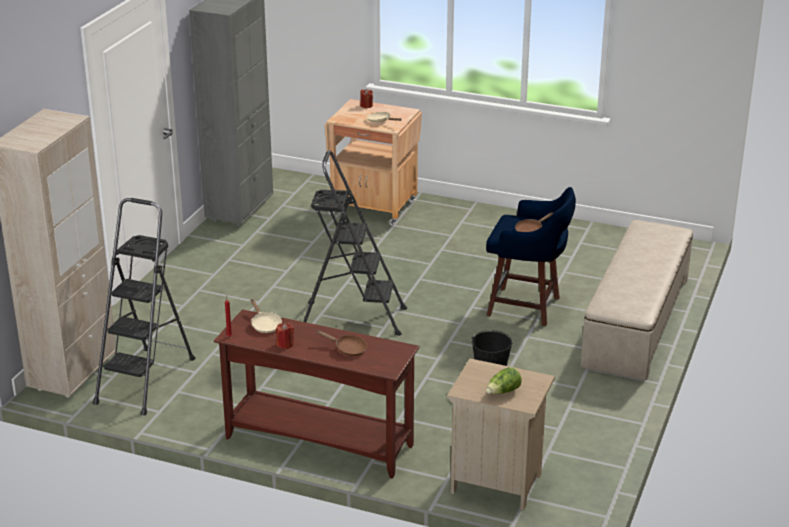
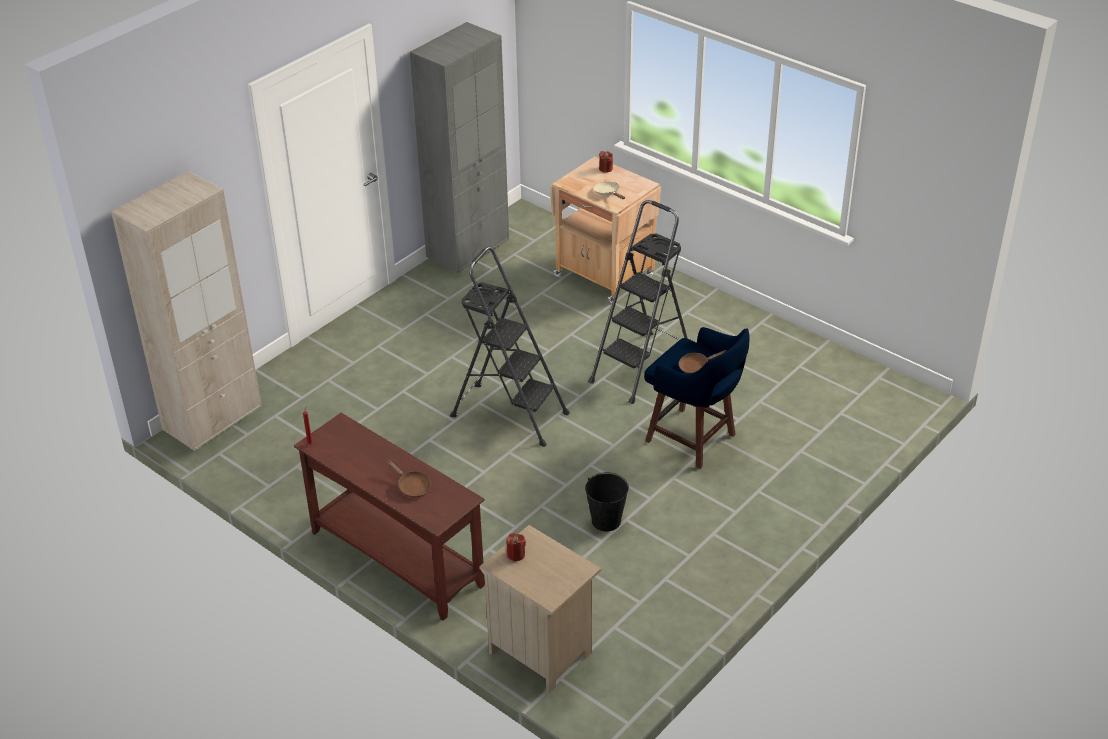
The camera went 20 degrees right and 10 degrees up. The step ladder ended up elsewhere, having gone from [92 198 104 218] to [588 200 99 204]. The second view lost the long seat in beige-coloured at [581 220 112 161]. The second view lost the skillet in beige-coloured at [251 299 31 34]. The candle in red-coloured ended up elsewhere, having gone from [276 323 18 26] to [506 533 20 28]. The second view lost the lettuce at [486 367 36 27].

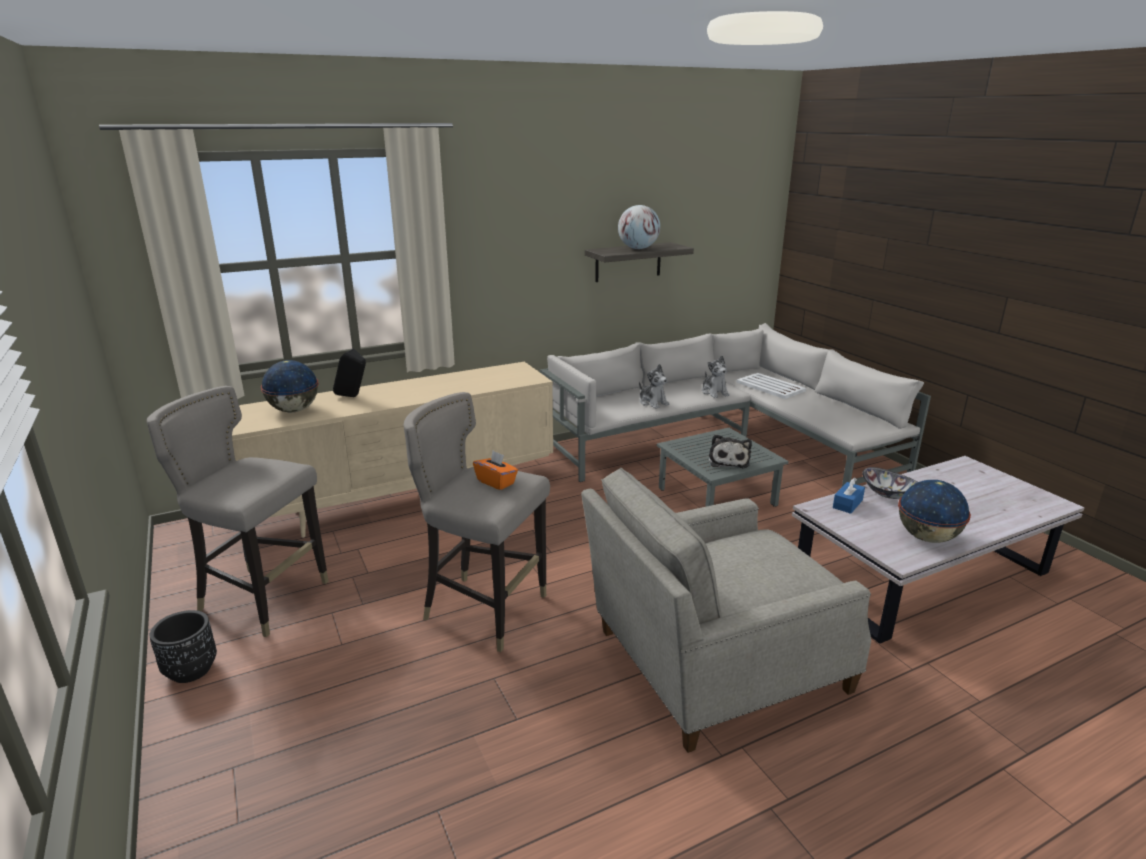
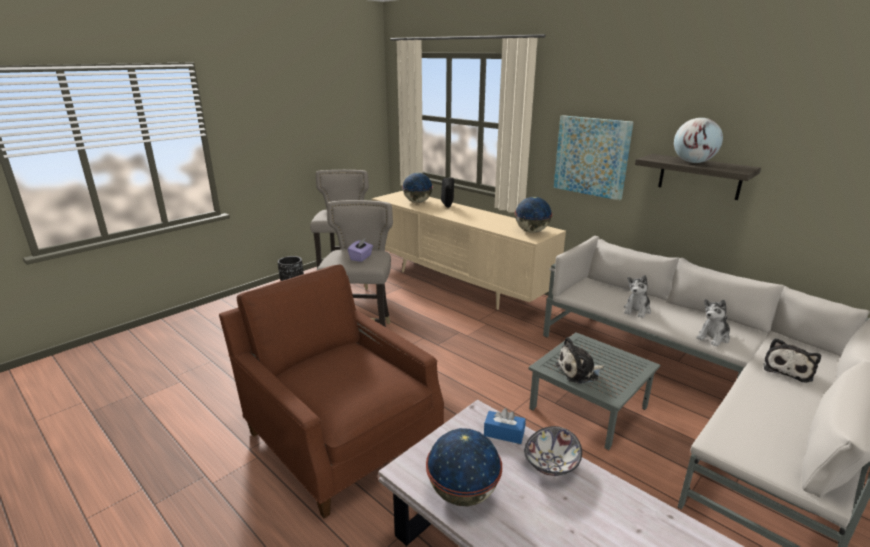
The camera went 70 degrees right and 0 degrees up. Where the serving tray in whitish stood at [736 373 70 26], the soft toy came to stand at [763 338 58 45]. What was the tissue holder in orangey at [473 451 45 39] turned into the tissue holder in purple-coloured at [348 239 25 23]. What was the lounge chair in grey at [581 467 290 286] turned into the lounge chair in brown at [219 265 225 253]. The second view gained the wall picture at [554 115 79 85]. The second view gained the world globe at [515 197 37 36].

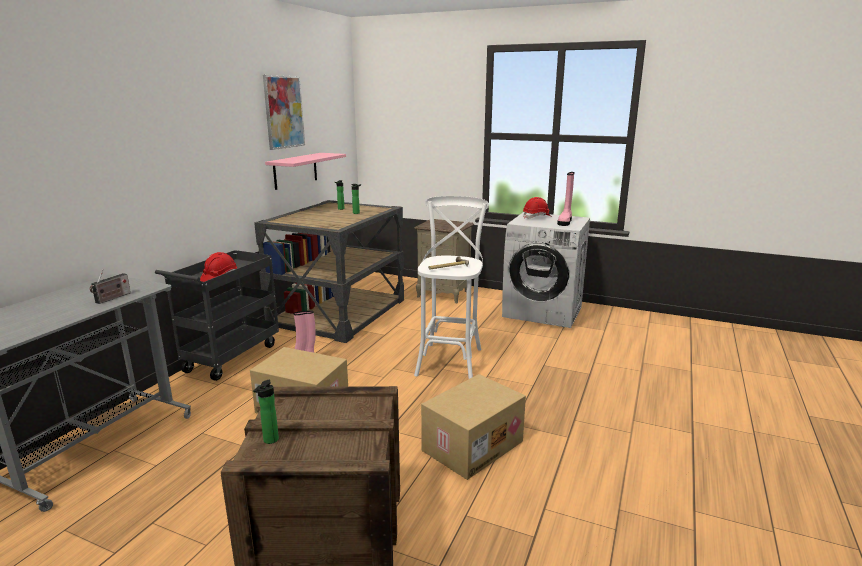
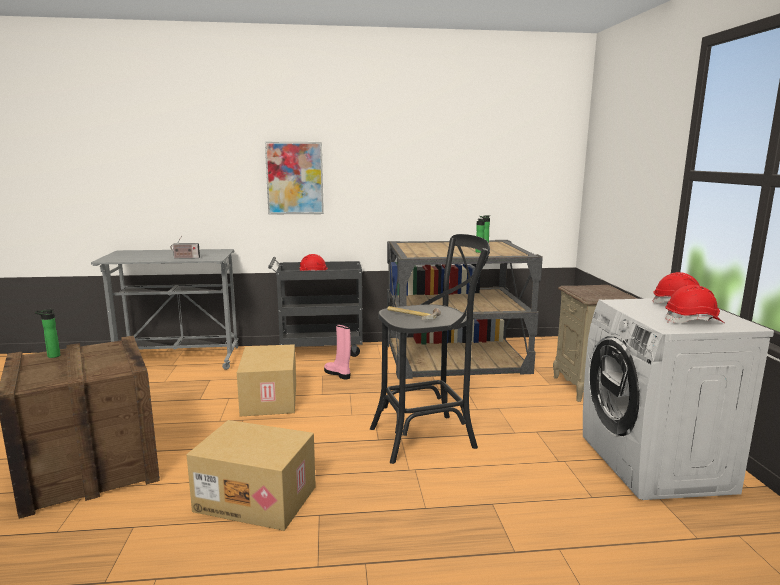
The camera went 60 degrees right and 5 degrees down. The wall picture ended up elsewhere, having gone from [263 75 42 75] to [265 142 59 72]. The second view lost the bracket shelf in pink at [265 153 81 37]. Where the tall boot in pink stood at [557 172 17 54], the safety helmet in red-coloured came to stand at [665 285 59 38]. What was the stool in whitish at [414 196 75 183] turned into the stool in black at [370 234 120 230].

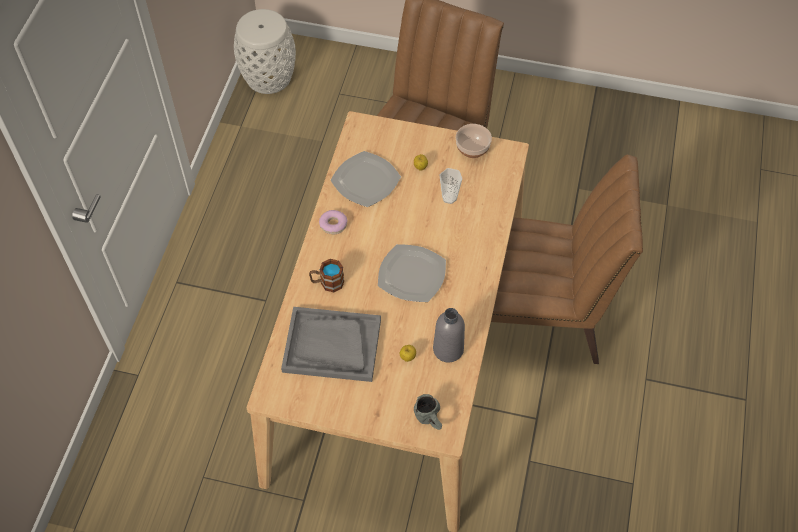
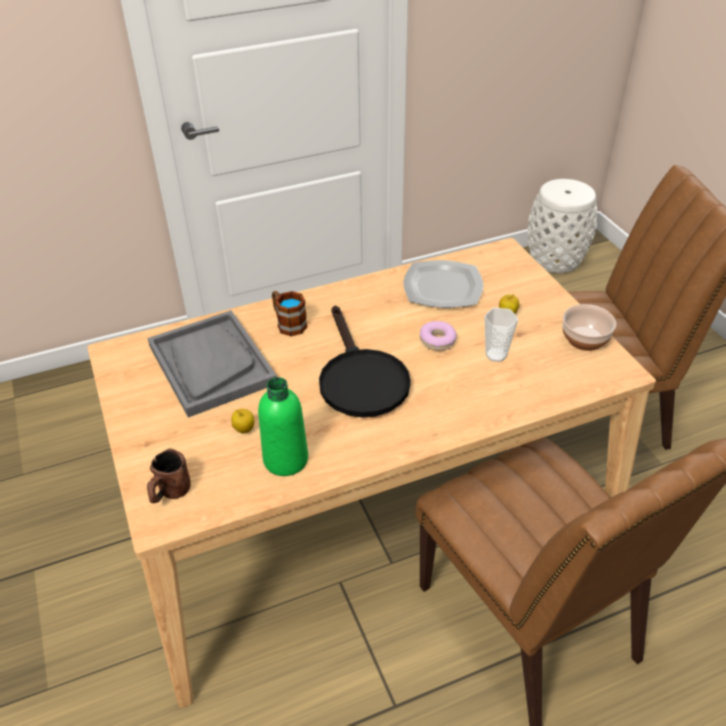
The camera went 55 degrees right and 15 degrees down. The donut ended up elsewhere, having gone from [319 210 29 24] to [420 321 37 30]. Where the dinner plate stood at [378 244 68 58], the skillet in black came to stand at [319 306 92 112]. What was the bottle in grey at [433 308 32 55] turned into the bottle in greenish at [258 377 50 99]. What was the mug in grey at [414 394 28 36] turned into the mug in brown at [147 448 44 55].

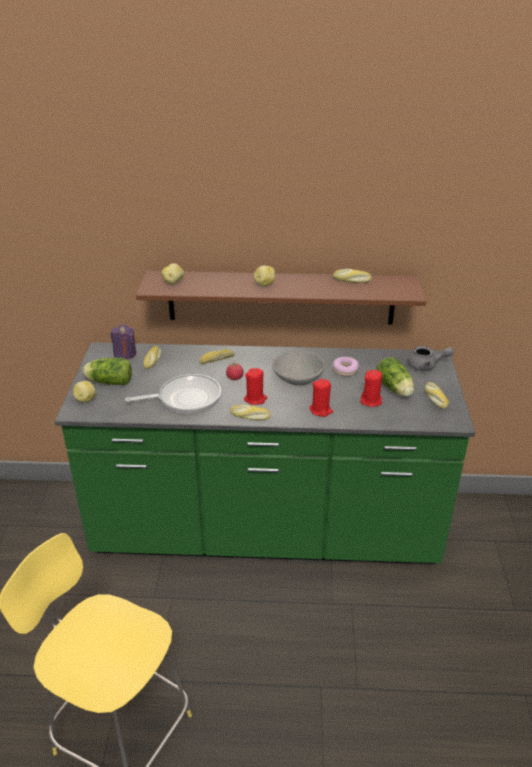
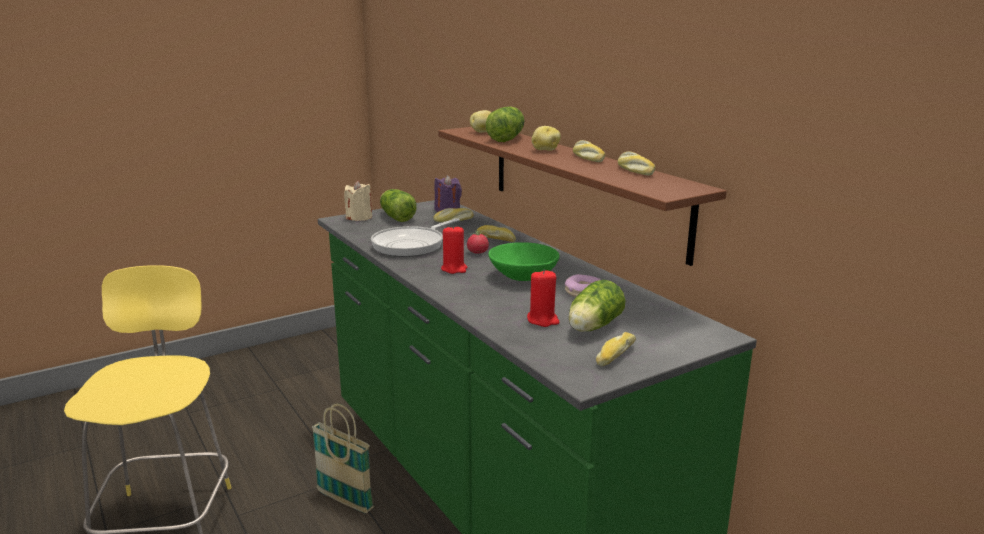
The camera went 55 degrees right and 15 degrees down. The second view lost the pot for tea in grey at [407 346 47 25]. What was the serving bowl in grey at [272 350 53 35] turned into the serving bowl in greenish at [488 242 72 39]. The skillet at [125 374 96 41] ended up facing another way, 90 degrees clockwise from before. The second view lost the candle in red-coloured at [310 379 23 38]. Where the potato stood at [73 381 23 22], the candle in beige-coloured came to stand at [344 180 28 41]. The bakery bread ended up elsewhere, having gone from [230 405 40 15] to [573 140 32 22]. The second view gained the lettuce at [486 106 39 36]. The second view gained the basket at [312 404 62 109].

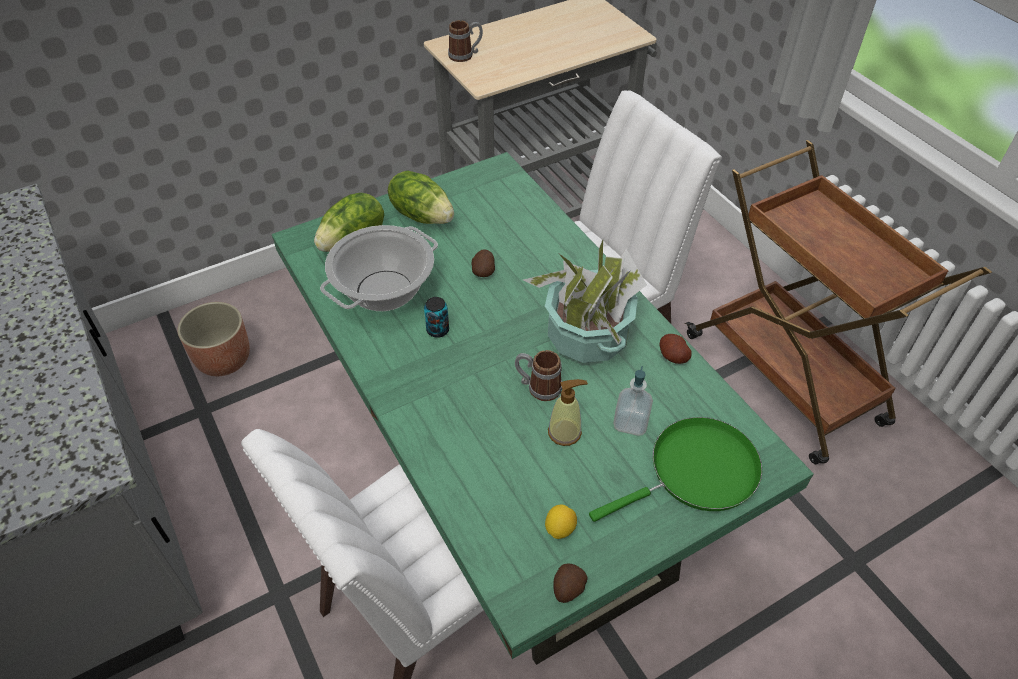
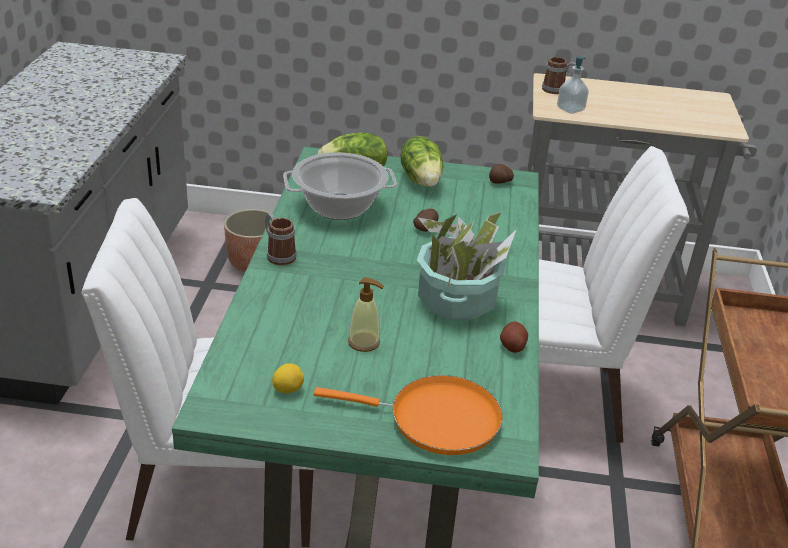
The camera went 35 degrees right and 15 degrees down. The second view lost the can at [424 297 25 41]. The mug ended up elsewhere, having gone from [515 350 47 51] to [265 213 32 52]. The liquid soap bottle ended up elsewhere, having gone from [613 366 40 70] to [557 56 32 58]. What was the skillet in greenish at [589 417 173 105] turned into the skillet in orangey at [314 375 189 80]. The potato ended up elsewhere, having gone from [553 563 35 40] to [489 164 25 19].

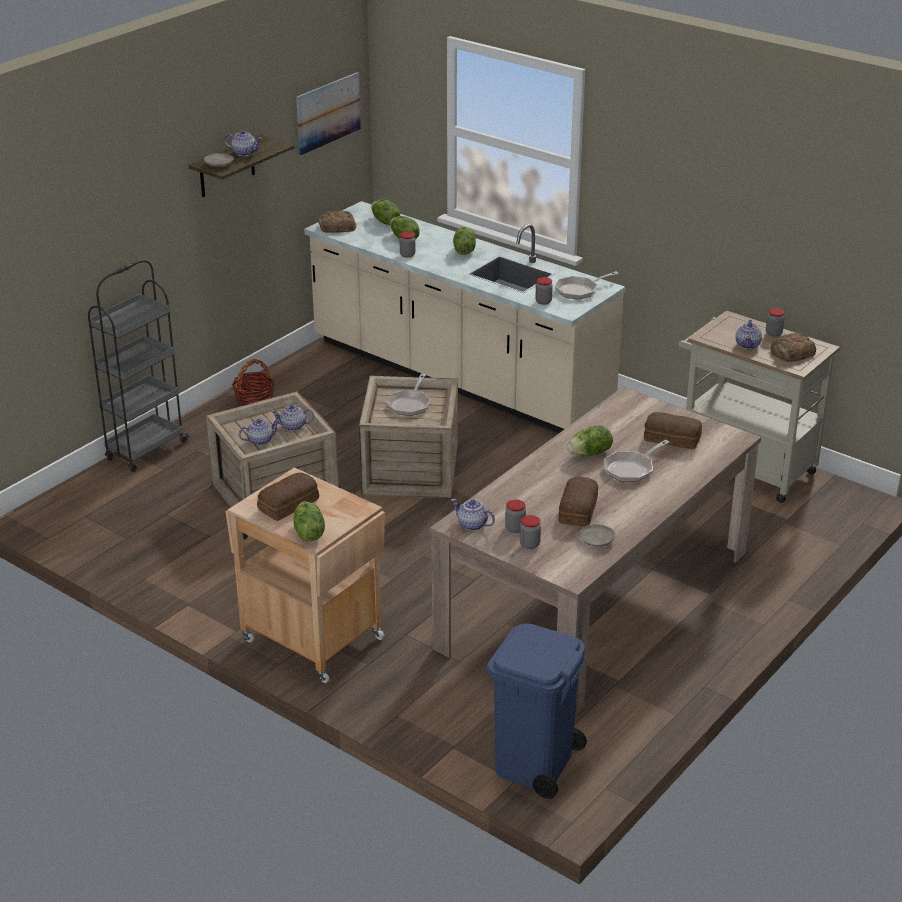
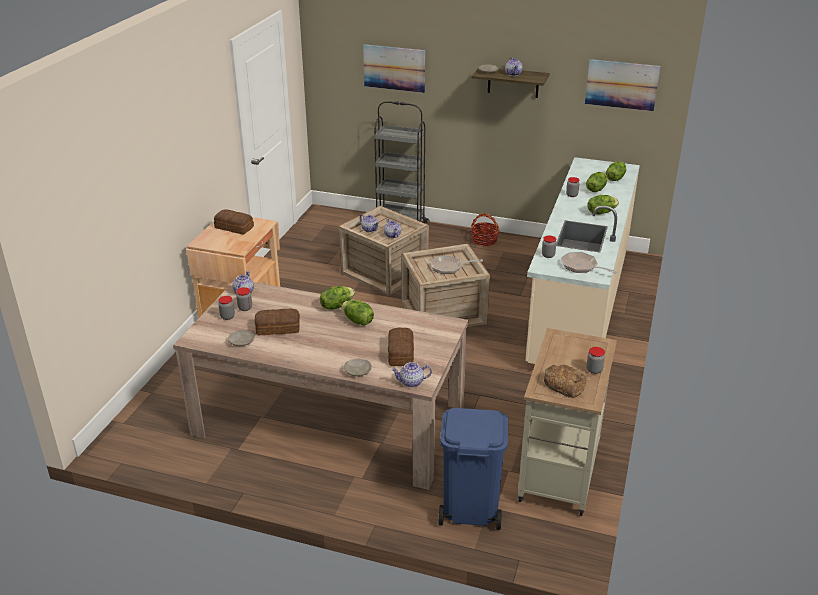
The camera went 70 degrees right and 0 degrees up. The second view lost the bakery bread at [318 211 39 22]. The pot for tea ended up elsewhere, having gone from [736 320 26 29] to [391 362 41 25]. The second view lost the skillet at [604 440 65 42]. The lettuce ended up elsewhere, having gone from [294 501 31 41] to [320 286 35 24]. The waste bin in blue ended up elsewhere, having gone from [487 623 100 176] to [438 408 70 122]. The second view gained the wall picture at [363 44 62 49]. The second view gained the dinner plate in beige-coloured at [344 358 28 18].

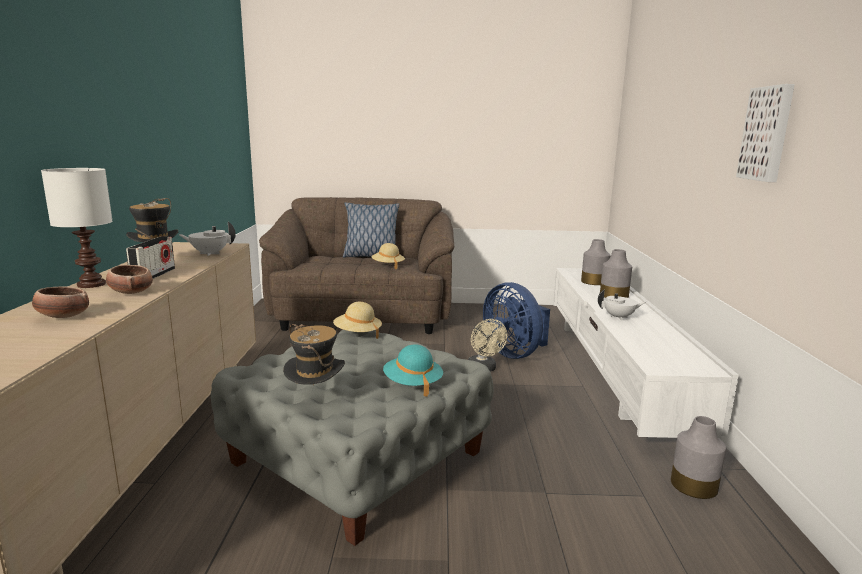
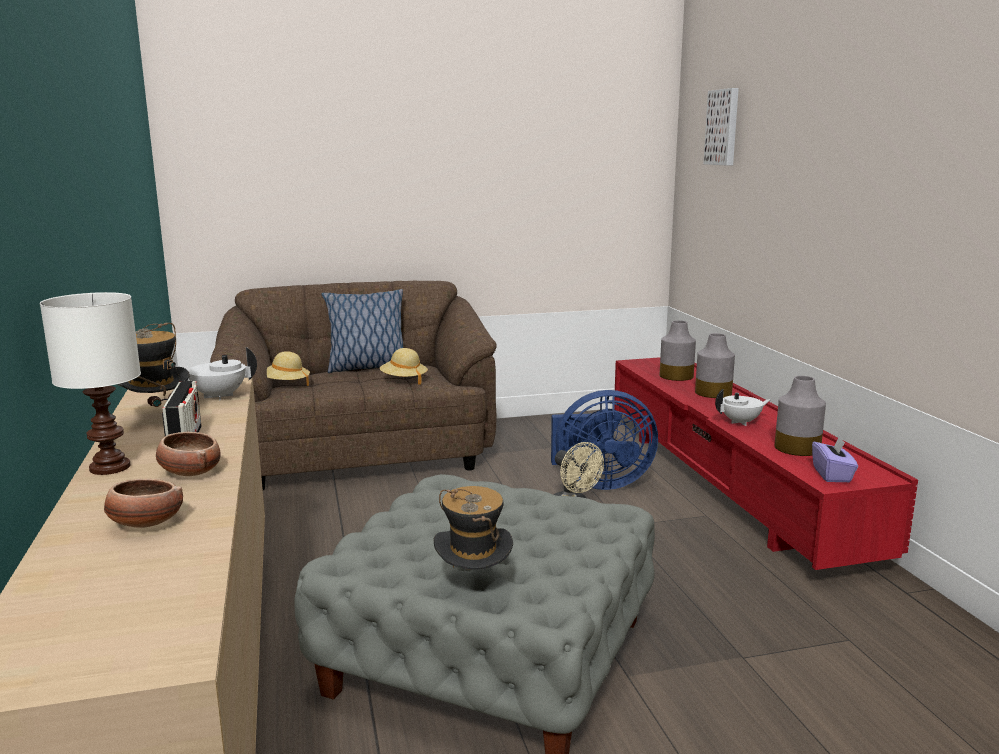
The camera went 15 degrees left and 0 degrees up. The wall picture ended up elsewhere, having gone from [736 84 59 98] to [703 88 36 77]. What was the tv unit in whitish at [553 268 186 171] turned into the tv unit in red-coloured at [614 357 304 213]. The fan in blue at [483 282 67 77] ended up facing another way, 45 degrees counterclockwise from before. The wearable hat in beige-coloured ended up elsewhere, having gone from [333 302 49 37] to [267 351 43 35]. The second view lost the wearable hat in turquoise-coloured at [383 344 60 53]. The flower vase in grey ended up elsewhere, having gone from [671 416 55 83] to [774 376 52 80]. The second view gained the tissue holder in purple-coloured at [812 435 46 47].

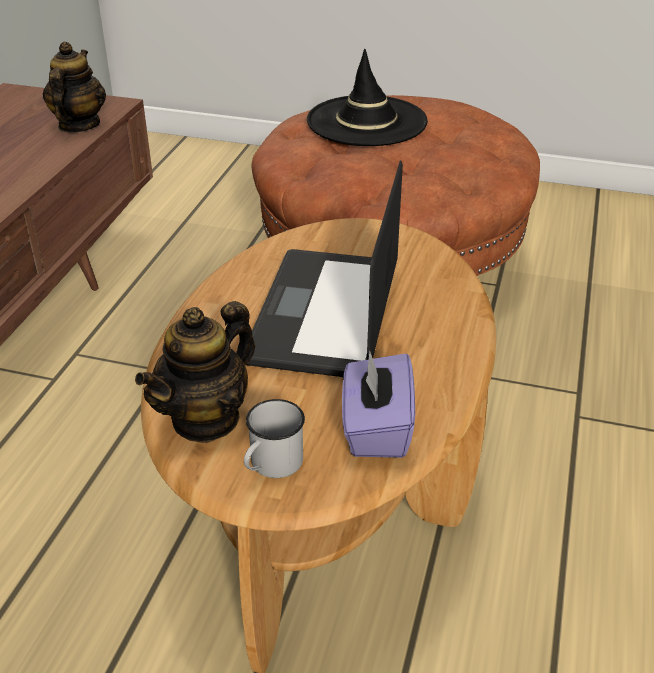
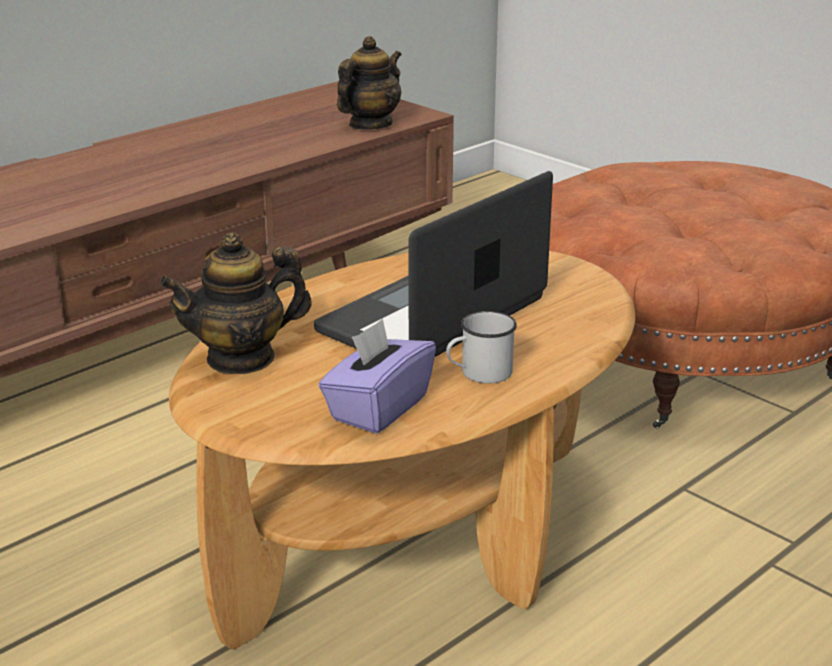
The camera went 30 degrees right and 10 degrees down. The second view lost the wearable hat in black at [307 49 121 97]. The mug in whitish ended up elsewhere, having gone from [244 399 61 79] to [446 311 71 73].

